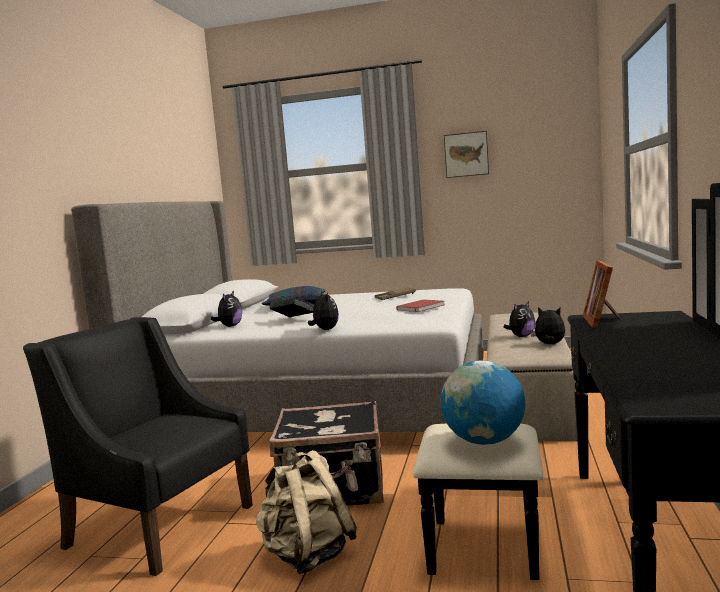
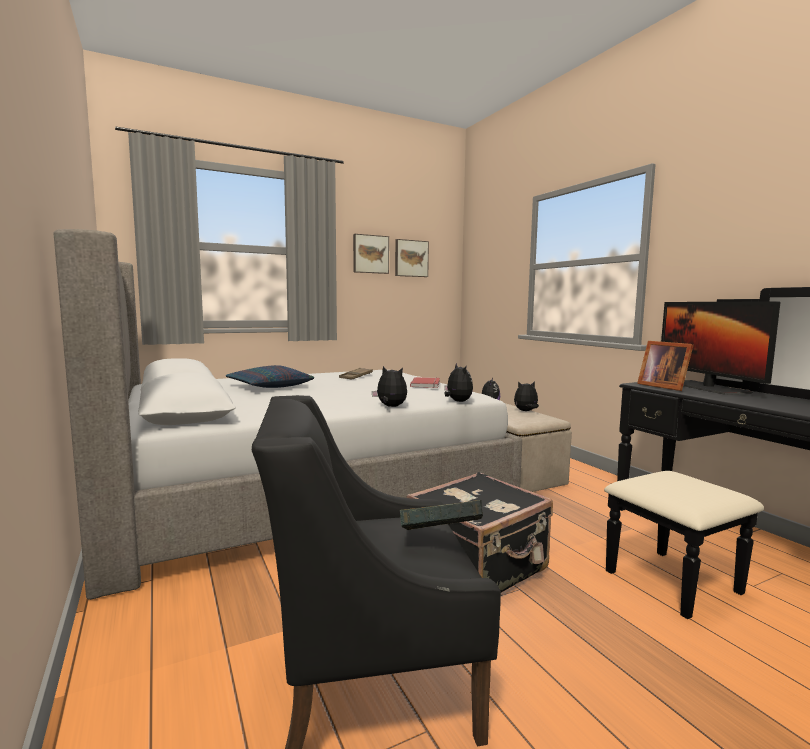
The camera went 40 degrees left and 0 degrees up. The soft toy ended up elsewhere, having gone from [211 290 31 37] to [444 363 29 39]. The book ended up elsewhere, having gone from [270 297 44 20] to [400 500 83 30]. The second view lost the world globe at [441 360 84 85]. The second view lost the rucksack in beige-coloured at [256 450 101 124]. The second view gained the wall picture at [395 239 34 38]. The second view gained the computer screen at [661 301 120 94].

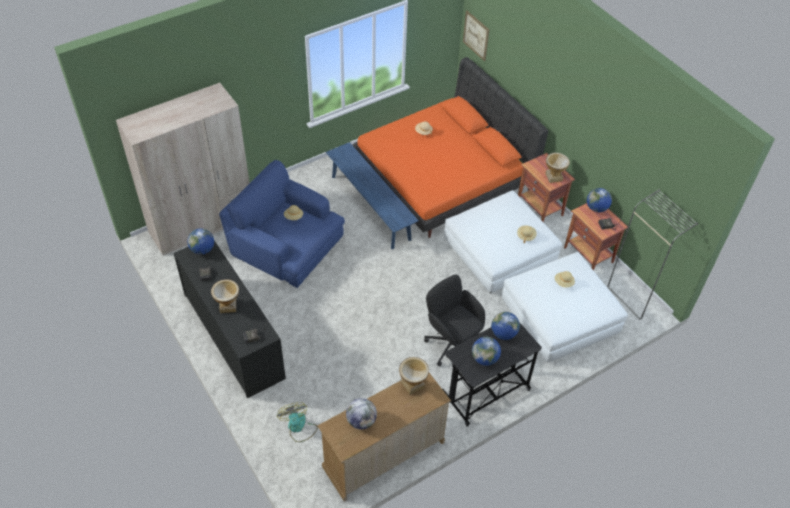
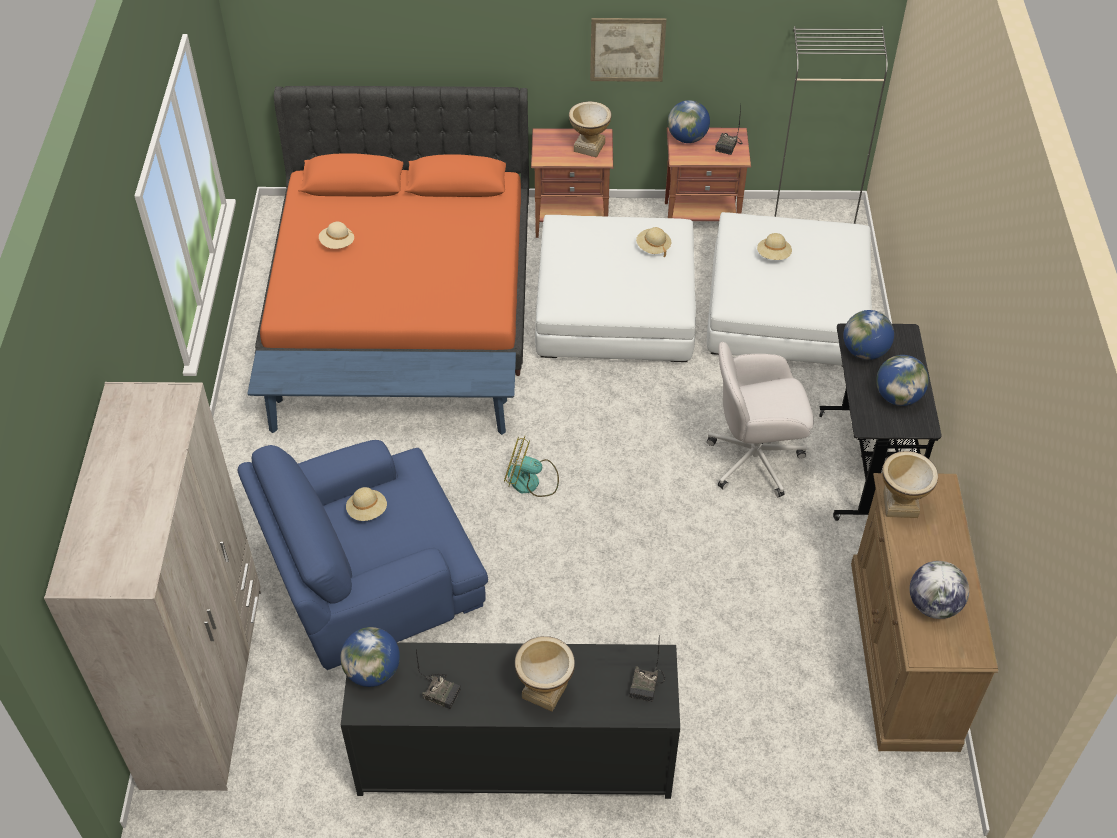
The camera went 55 degrees left and 0 degrees up. The wall picture ended up elsewhere, having gone from [463 11 26 50] to [590 18 76 64]. What was the computer chair in black at [424 275 61 91] turned into the computer chair in whitish at [707 341 107 156]. The fan ended up elsewhere, having gone from [277 402 41 40] to [504 436 55 61].

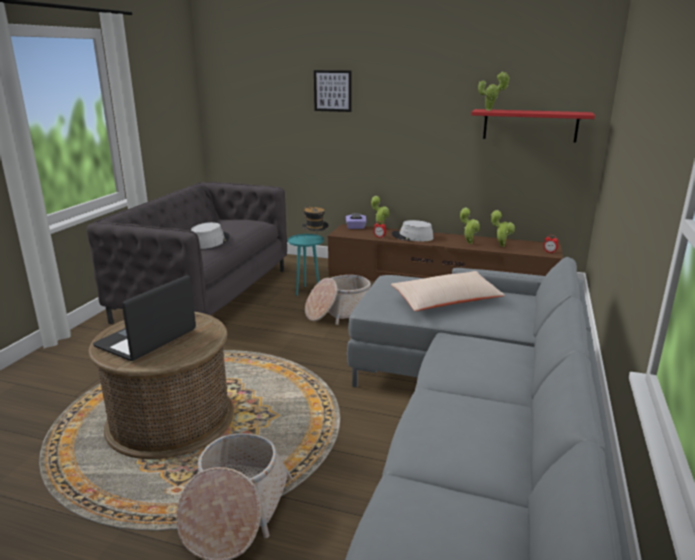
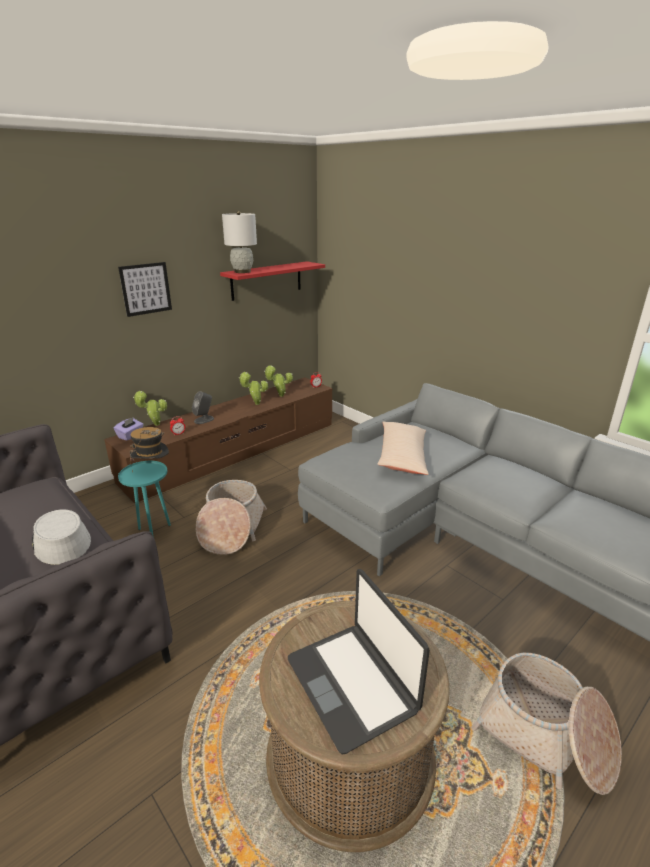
The camera went 60 degrees left and 5 degrees up. The wall picture ended up elsewhere, having gone from [314 70 38 42] to [118 262 54 55]. Where the potted plant stood at [478 71 32 40], the lamp for a table in whitish came to stand at [222 211 35 62]. Where the wearable hat in grey stood at [391 220 43 21], the audio speaker in grey came to stand at [192 391 22 33].

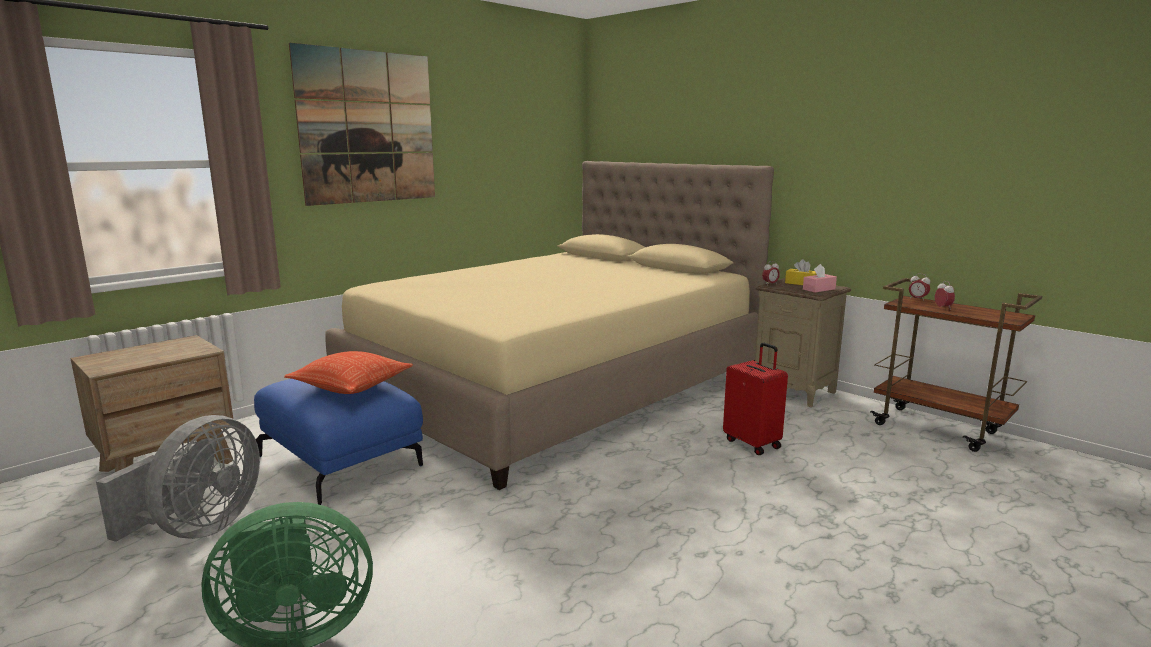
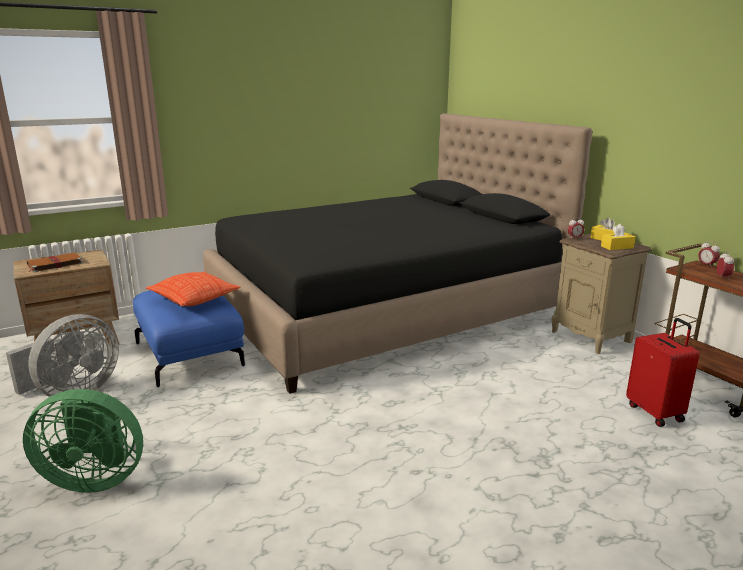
The camera went 15 degrees right and 5 degrees up. The second view lost the wall picture at [289 43 146 163]. What was the bed in beige-coloured at [325 161 449 329] turned into the bed in black at [203 113 389 281]. What was the tissue holder in pink at [803 264 34 29] turned into the tissue holder in yellowish at [601 224 35 26]. The piece of luggage in red-coloured ended up elsewhere, having gone from [723 343 65 112] to [626 318 74 109]. The second view gained the book in brown at [27 252 56 20].

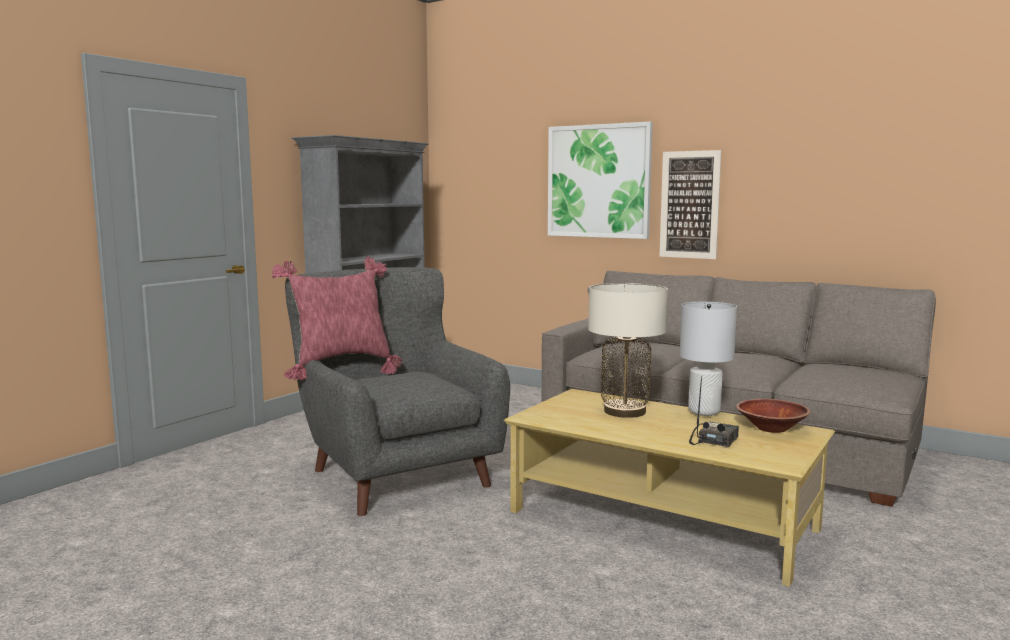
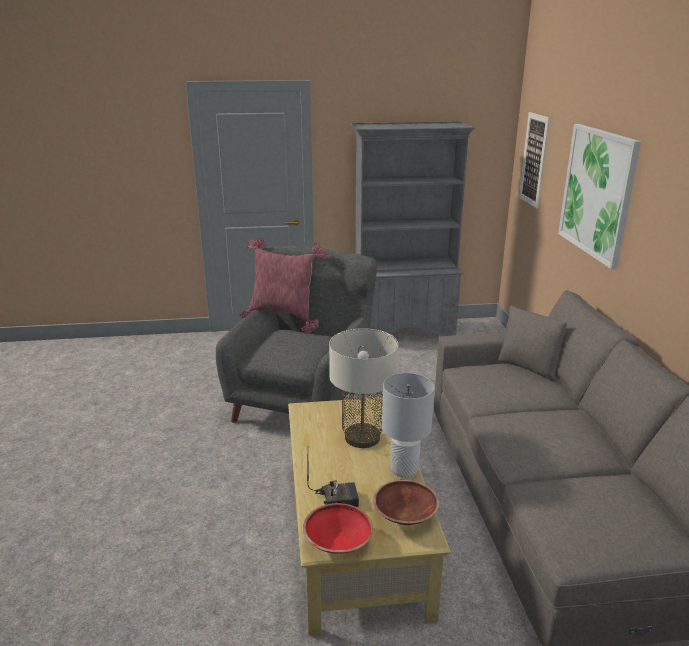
The camera went 50 degrees right and 15 degrees up. The wall picture ended up elsewhere, having gone from [659 150 62 109] to [519 112 31 97]. The second view gained the serving bowl in red-coloured at [303 503 70 51].

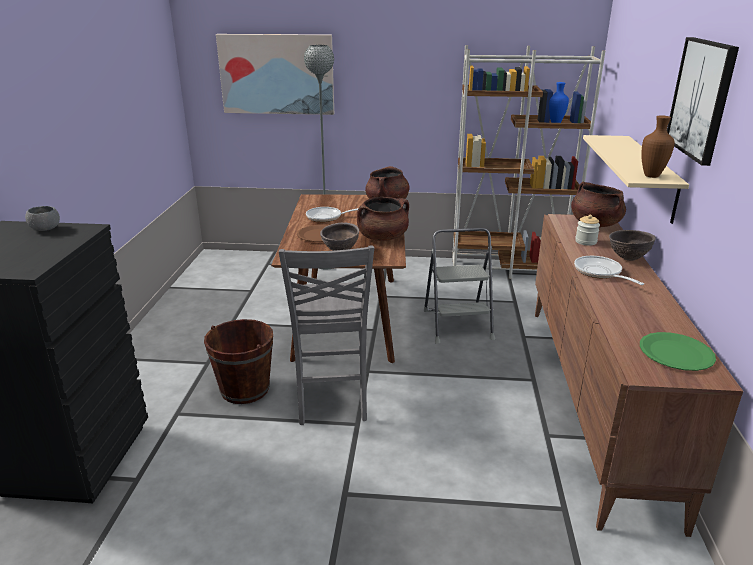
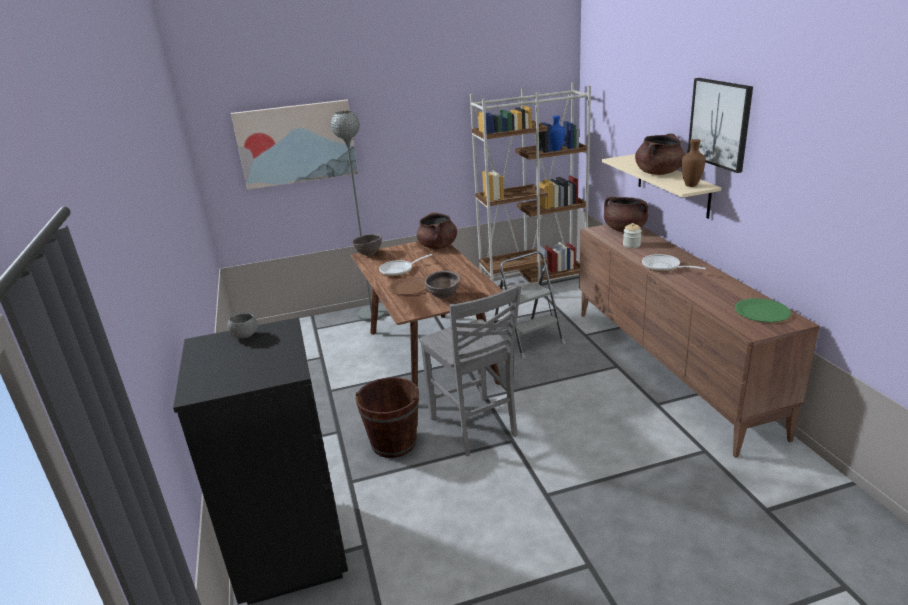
The camera went 20 degrees left and 0 degrees up. The saucepot in brown ended up elsewhere, having gone from [357 197 52 44] to [635 134 50 41]. The serving bowl in brown ended up elsewhere, having gone from [609 230 47 31] to [352 234 30 22].

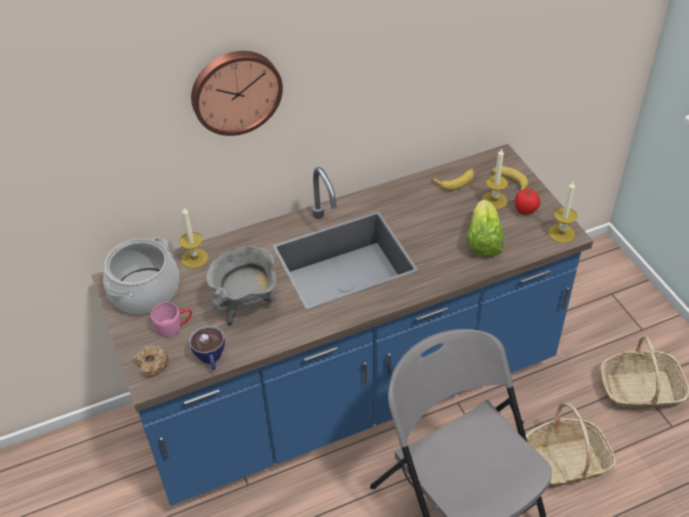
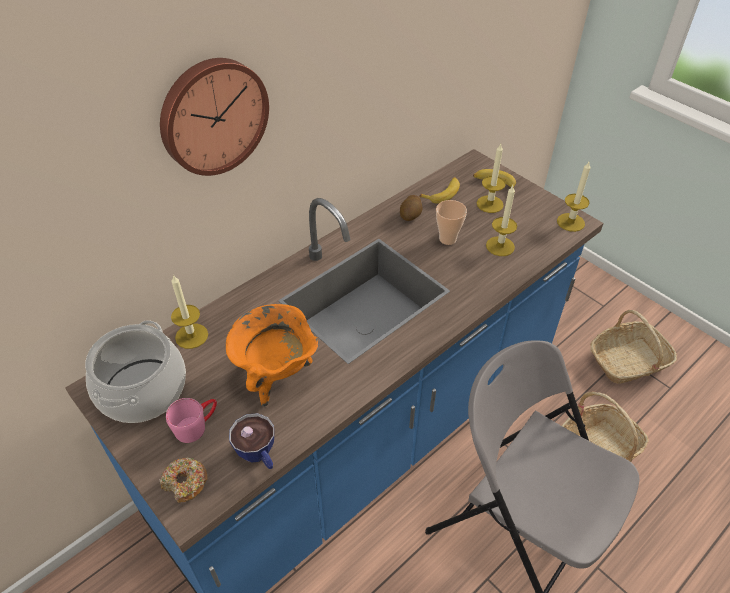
The camera went 20 degrees left and 0 degrees up. The second view lost the fresh tomato at [515 189 25 26]. Where the lettuce stood at [466 200 38 57], the candle came to stand at [486 185 31 71]. What was the saucepot in grey at [206 246 72 79] turned into the saucepot in orangey at [226 304 92 103]. The second view gained the potato at [400 195 23 26]. The second view gained the drinking cup at [436 200 31 45].

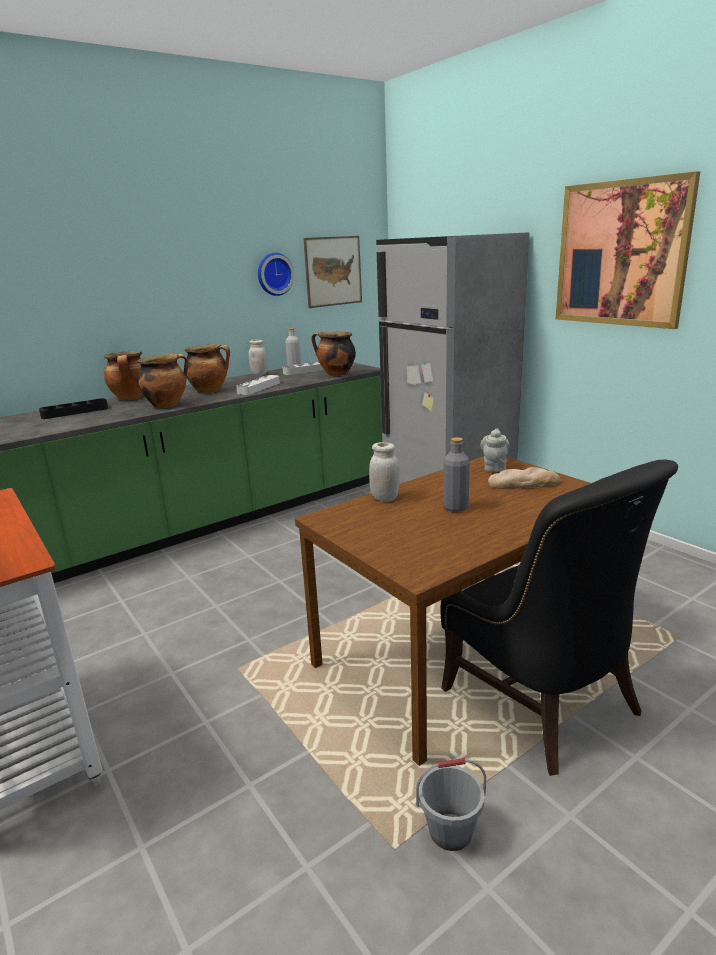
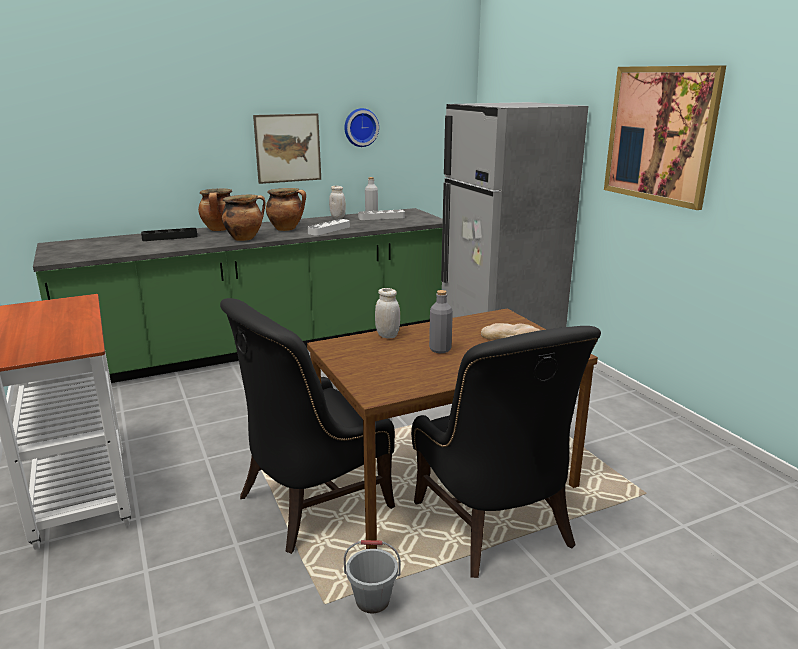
The camera went 10 degrees right and 0 degrees up. The wall picture ended up elsewhere, having gone from [303 236 59 72] to [253 113 68 71]. The second view lost the saucepot at [311 332 45 44]. The second view lost the pot for tea in grey at [480 429 30 43]. The second view gained the upright chair in black at [220 298 175 256].

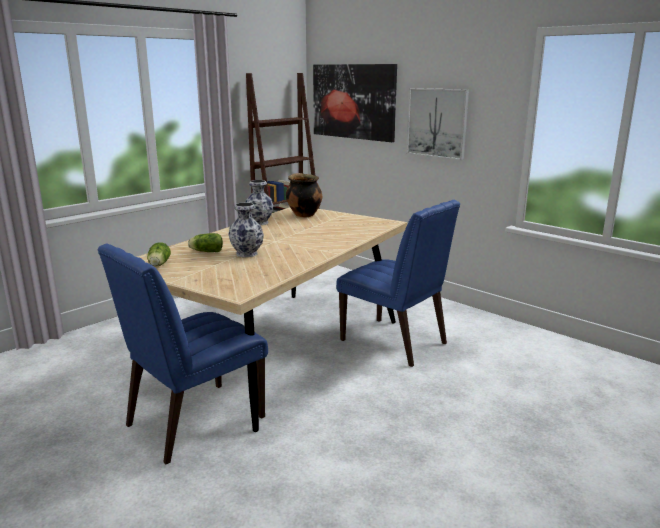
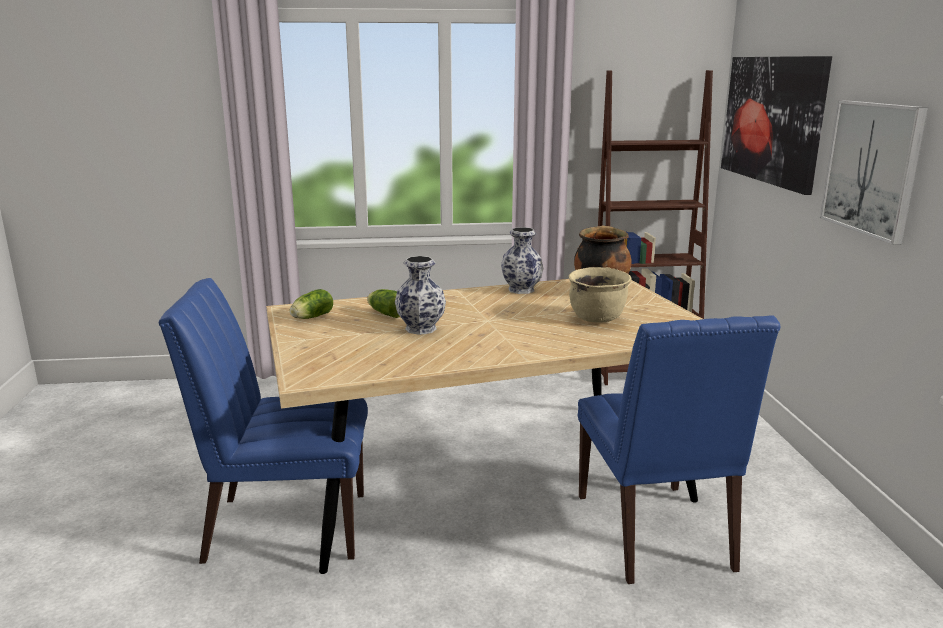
The camera went 40 degrees right and 0 degrees up. The second view gained the saucepot in beige-coloured at [569 267 63 56].

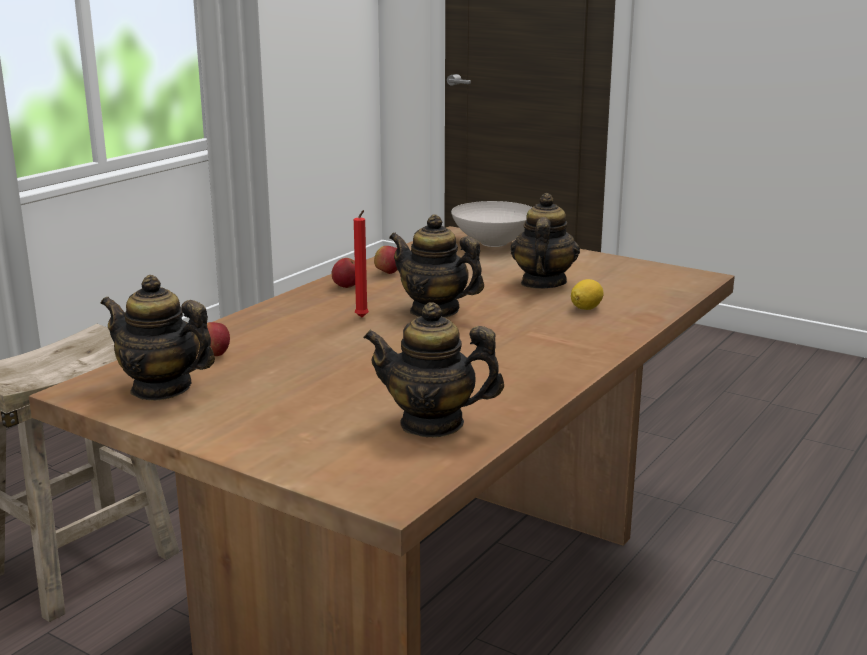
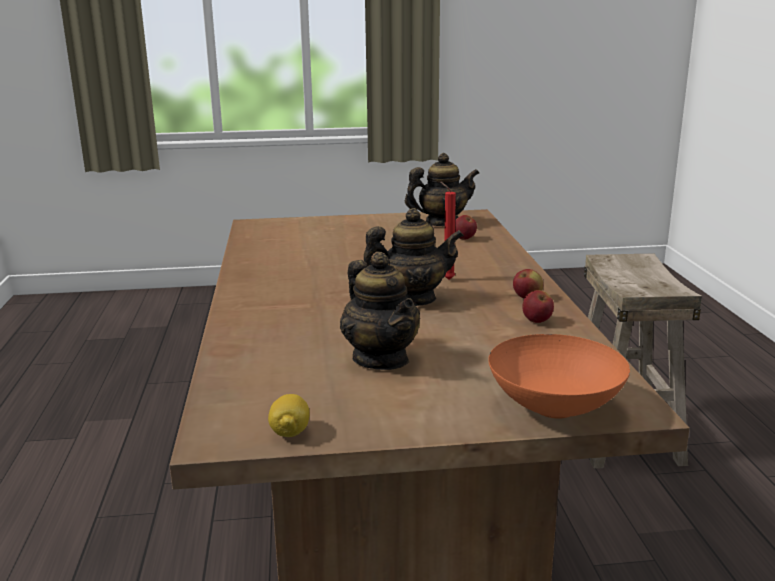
The camera went 140 degrees right and 0 degrees up. What was the serving bowl in whitish at [451 201 81 46] turned into the serving bowl in orangey at [488 334 142 84]. The lemon ended up elsewhere, having gone from [571 279 33 31] to [268 394 42 43]. The second view lost the pot for tea at [363 302 141 135].

